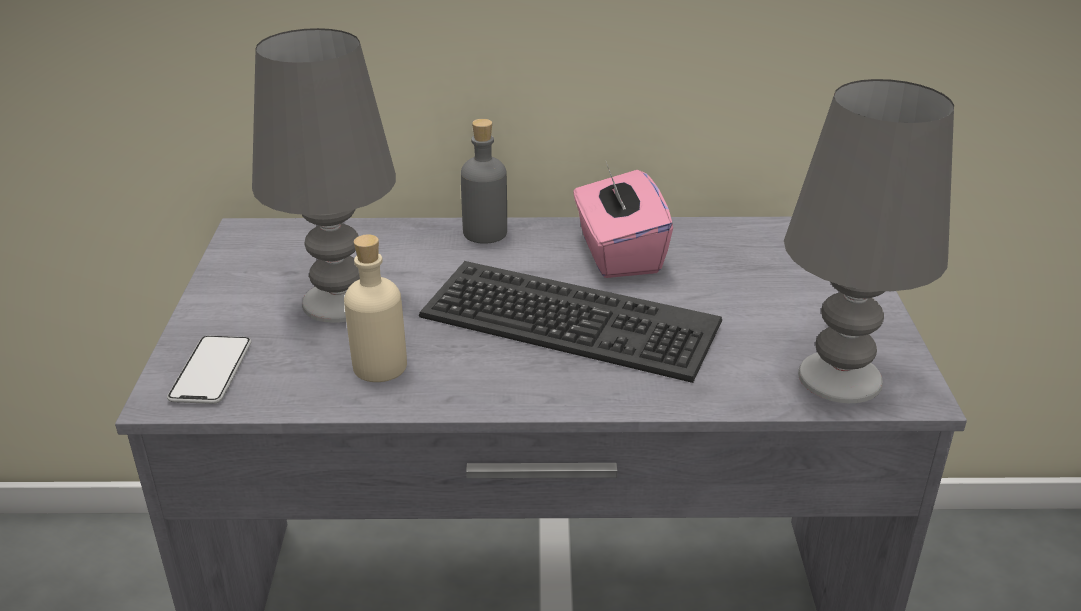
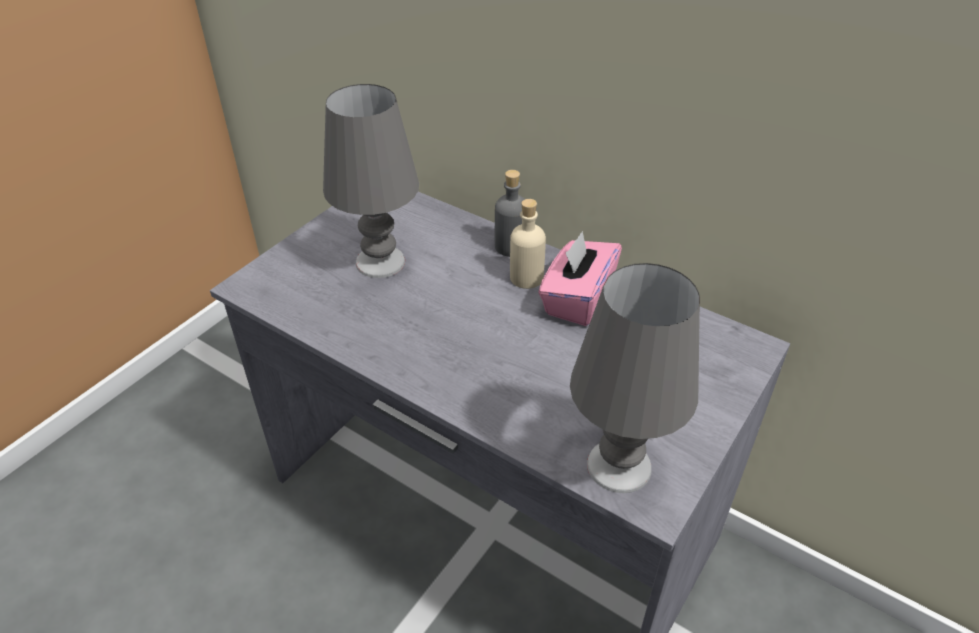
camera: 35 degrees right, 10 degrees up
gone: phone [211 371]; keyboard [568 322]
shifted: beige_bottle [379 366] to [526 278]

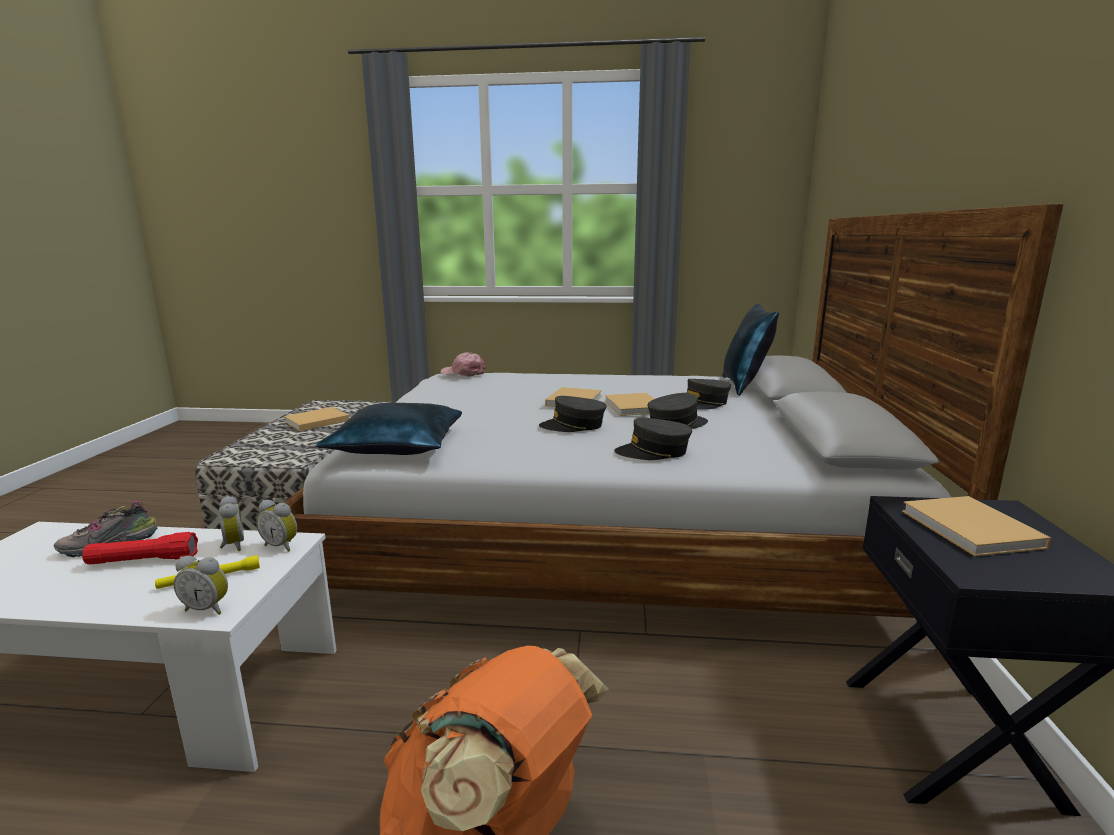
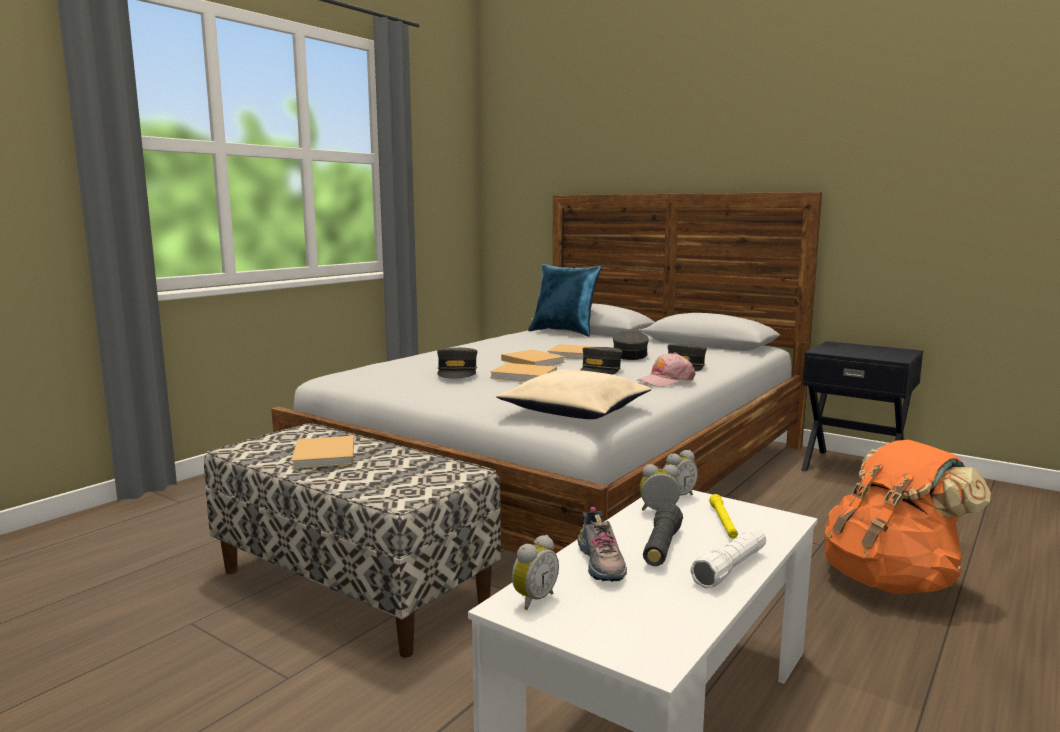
camera: 60 degrees left, 5 degrees down
new: white_flashlight [730 568]
shifted: alarm_clock [208 608] to [533 599]; pink_cap [463 373] to [665 381]; grey_cap [703 404] to [457 372]; beige_book [973 530] to [525 375]
repainted: red_flashlight [143 561] to black_flashlight [661 547]; blue_pillow [396 445] to beige_pillow [577 411]

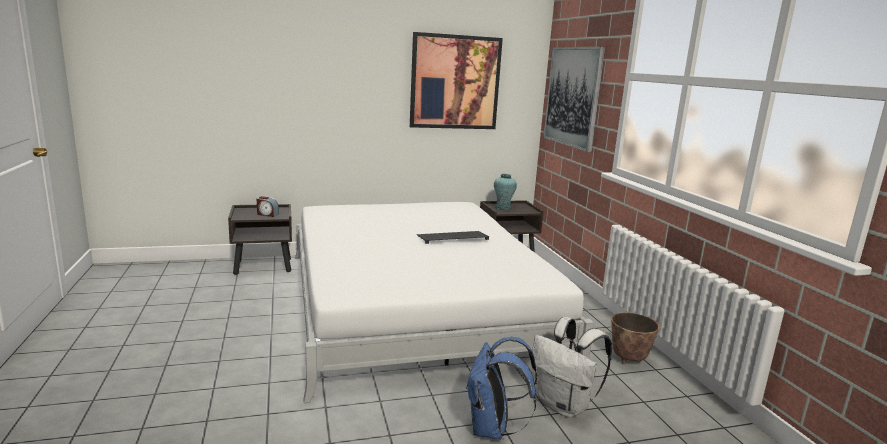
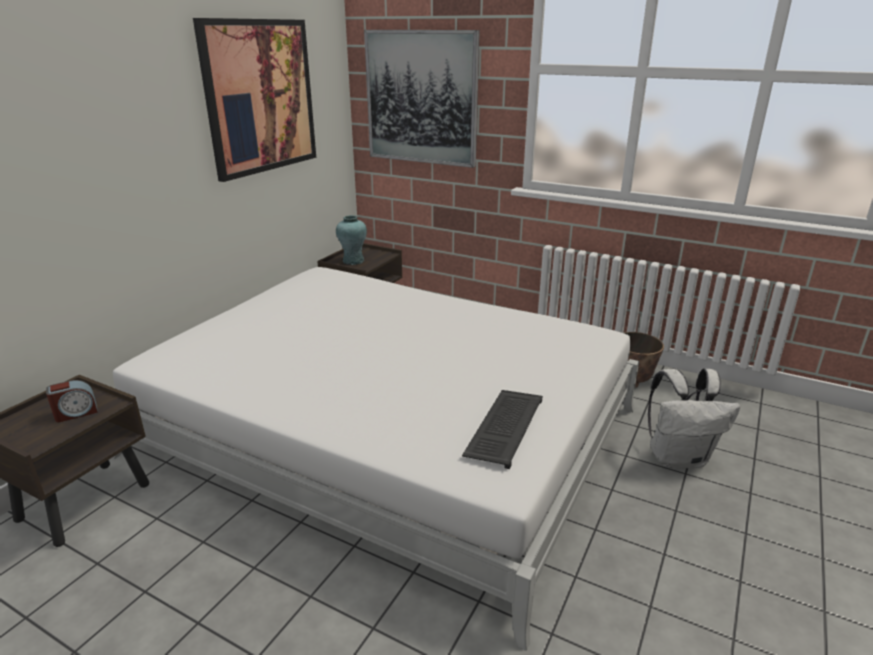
camera: 45 degrees left, 10 degrees up
gone: blue_backpack [492 429]
shifted: keyboard [453 238] to [504 427]

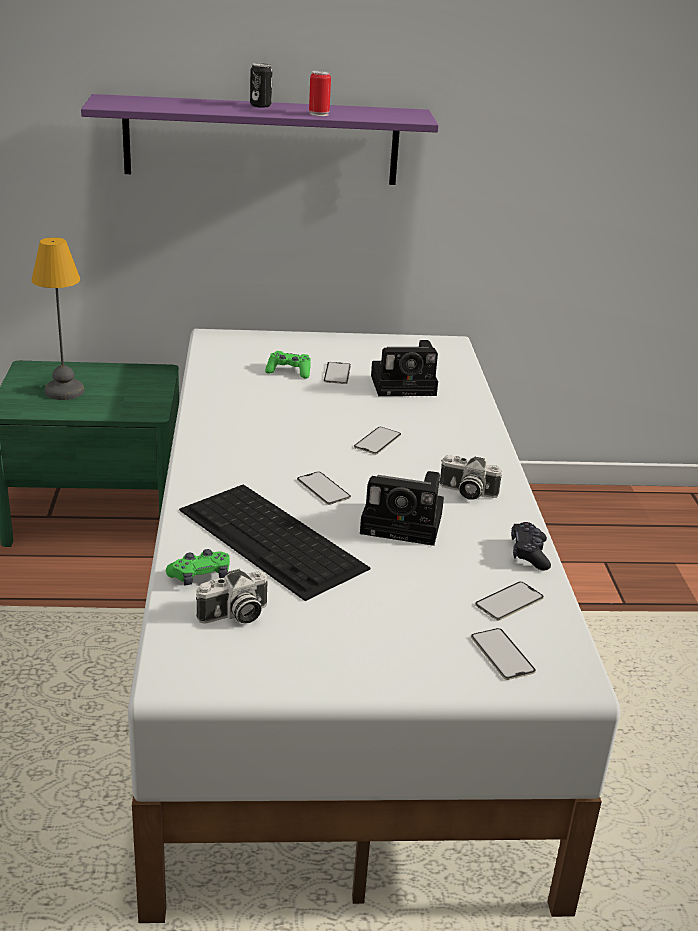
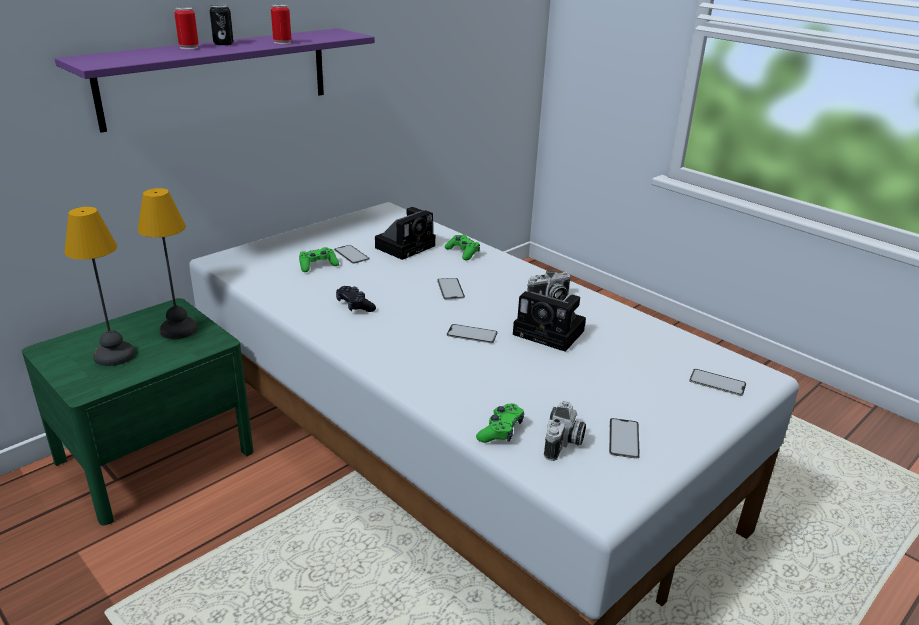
camera: 40 degrees left, 0 degrees up
gone: keyboard [273 539]
new: table_lamp [180 329]; can [189 47]; green_game_controller [463 252]
shifted: phone [509 601] to [624 438]; black_game_controller [529 554] to [355 305]
rotated: photo_camera [405 523] = [551 333] 60 degrees clockwise

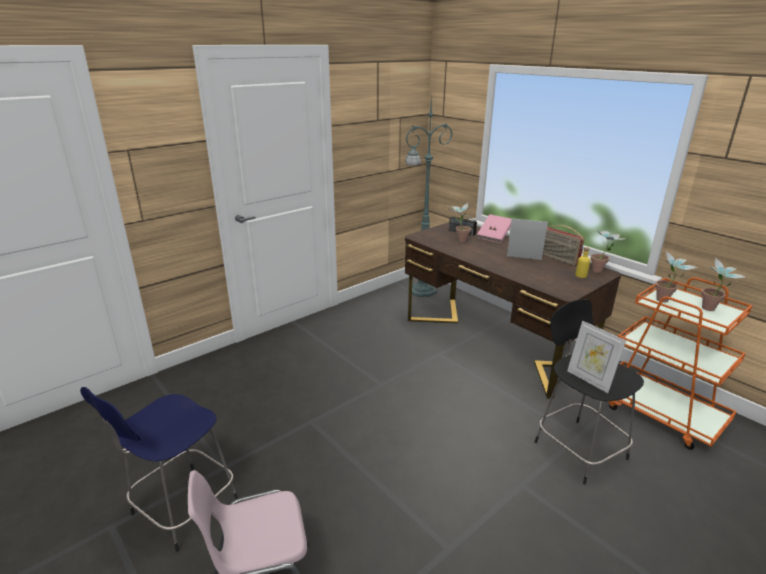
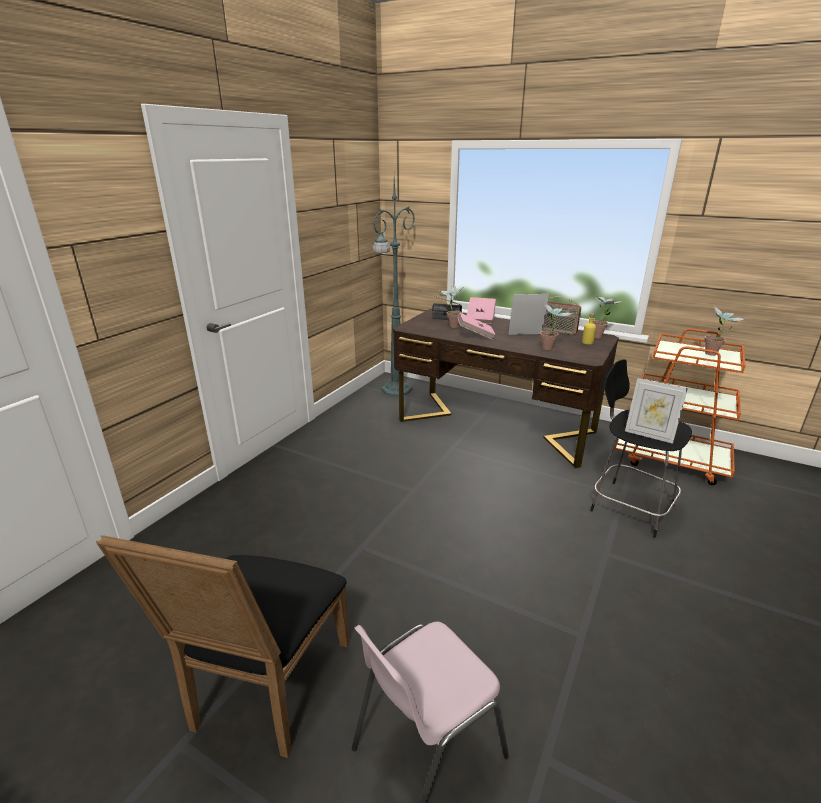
camera: 20 degrees left, 0 degrees up
new: pink_book [475 335]
shifted: potted_plant [665 302] to [550 349]
swapped: blue_stool [182 509] to black_chair [265 690]

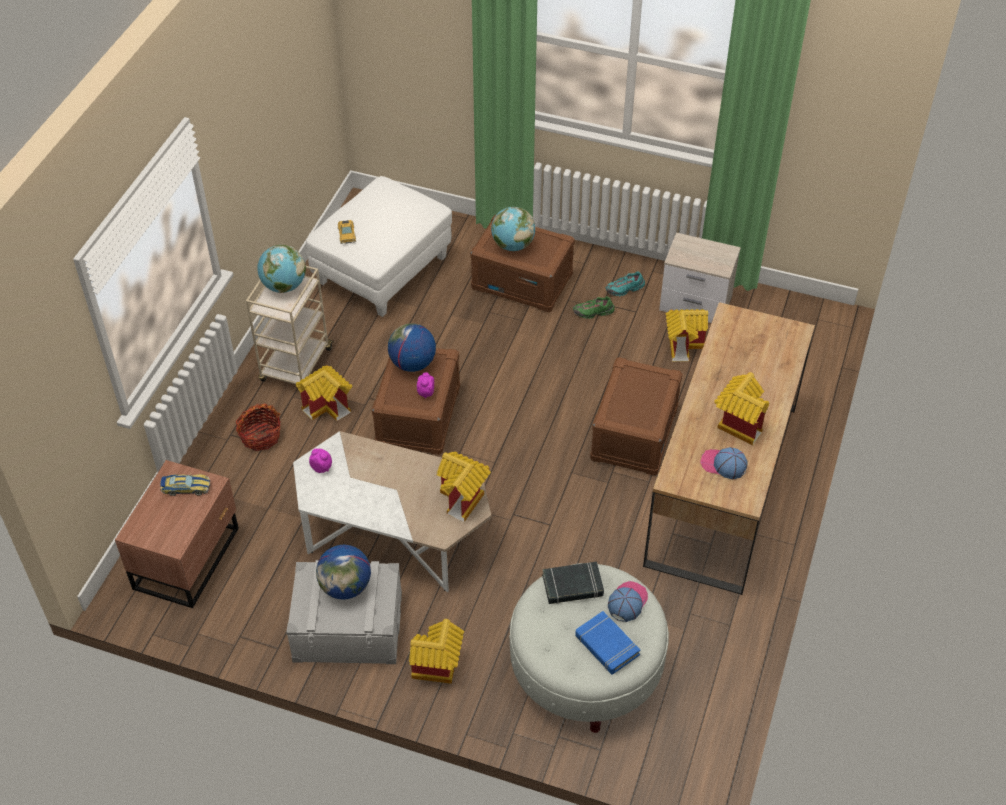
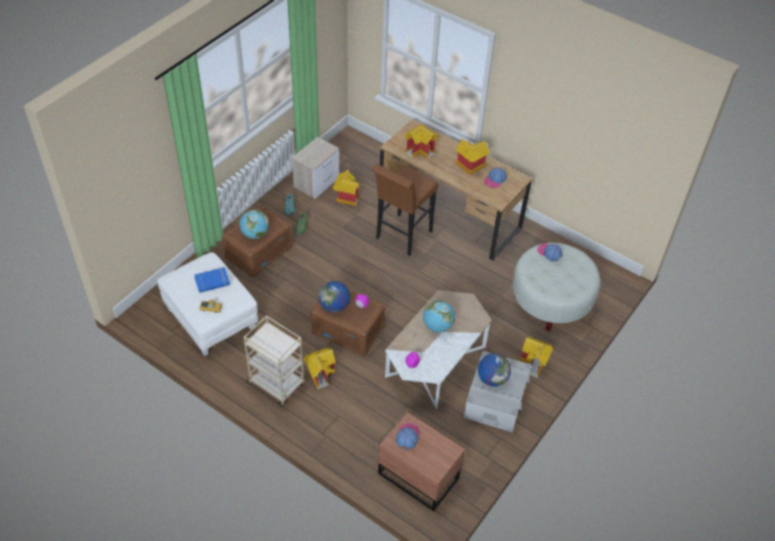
camera: 75 degrees left, 0 degrees up
gone: basket [260 436]; black_book [572 586]
shifted: globe [284 286] to [437 326]; toy_house [464 500] to [421 150]; blue_book [606 645] to [212 282]
swapped: toy_car [186 487] to cap [407 436]; brown_storage_box [633 433] to brown_stool [401 237]

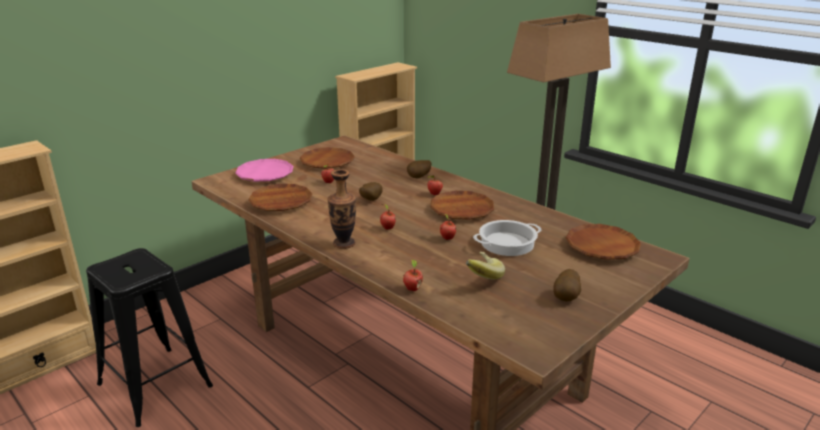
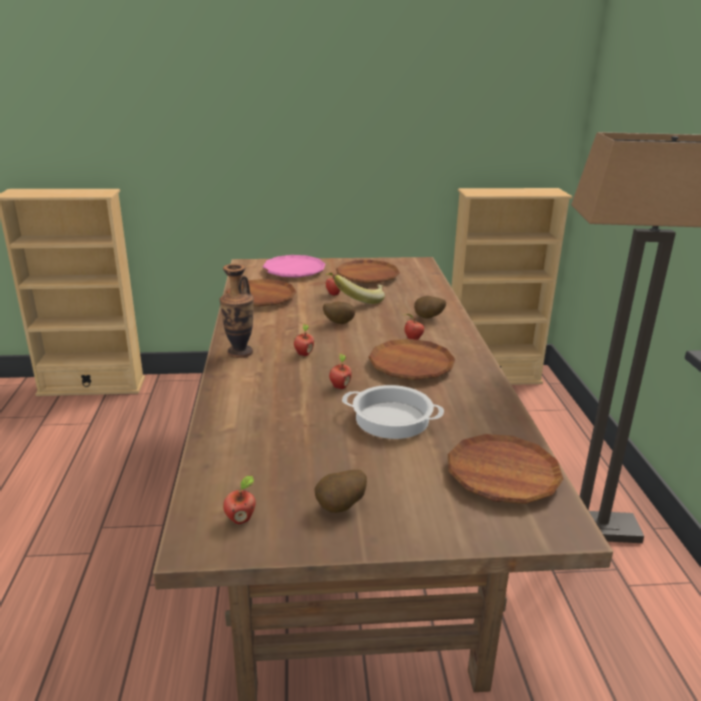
camera: 40 degrees right, 0 degrees up
gone: black_stool [155 385]
shifted: apple [412 288] to [241 519]; banana [480 276] to [360 300]

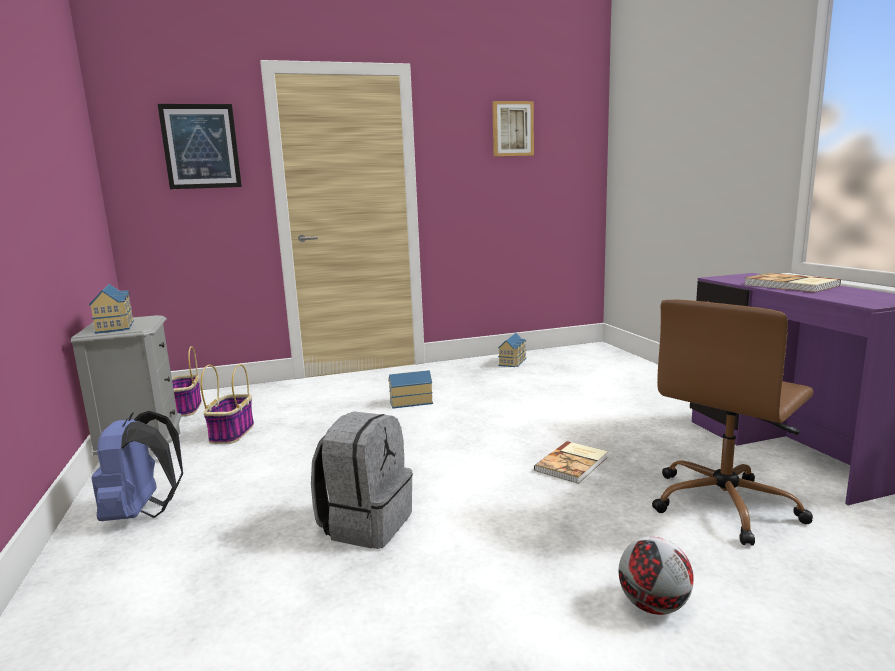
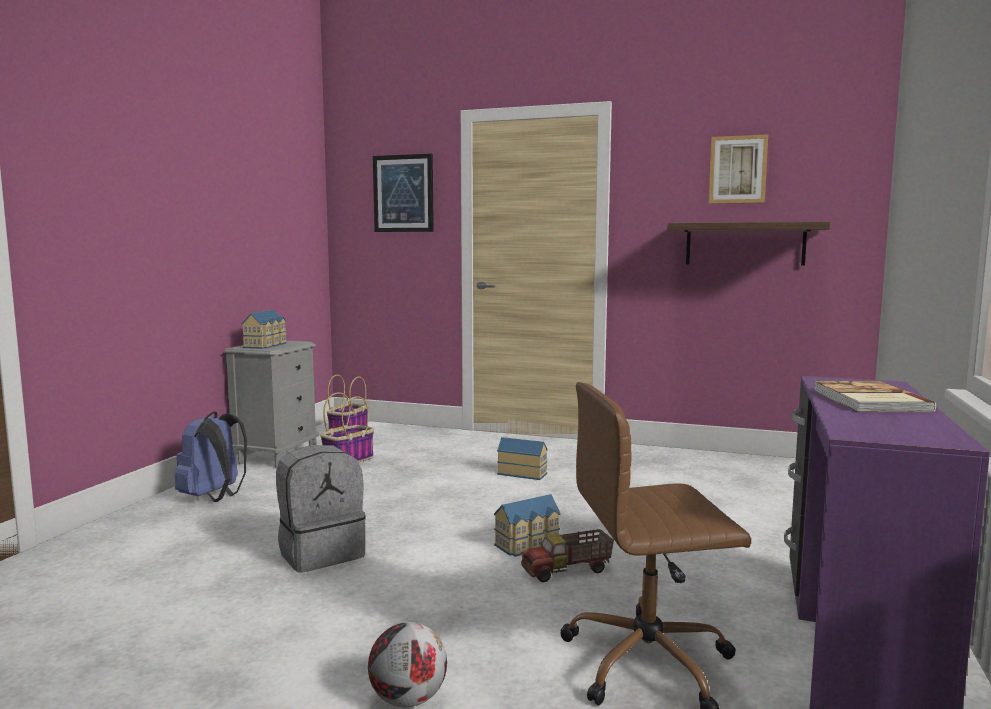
camera: 35 degrees right, 5 degrees down
new: shelf [745 244]
shifted: toy_house [513 361] to [529 545]
swapped: book [573 464] to toy_truck [567 571]

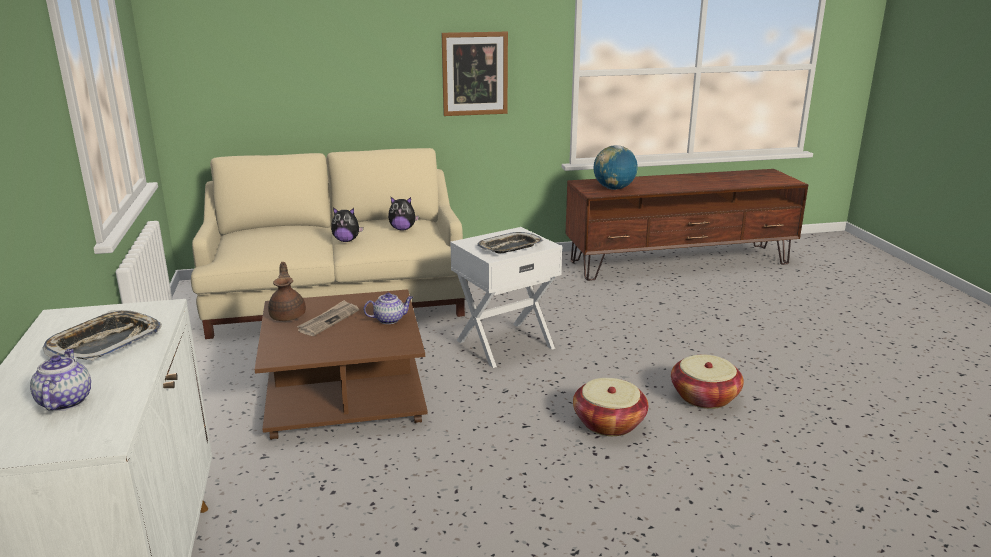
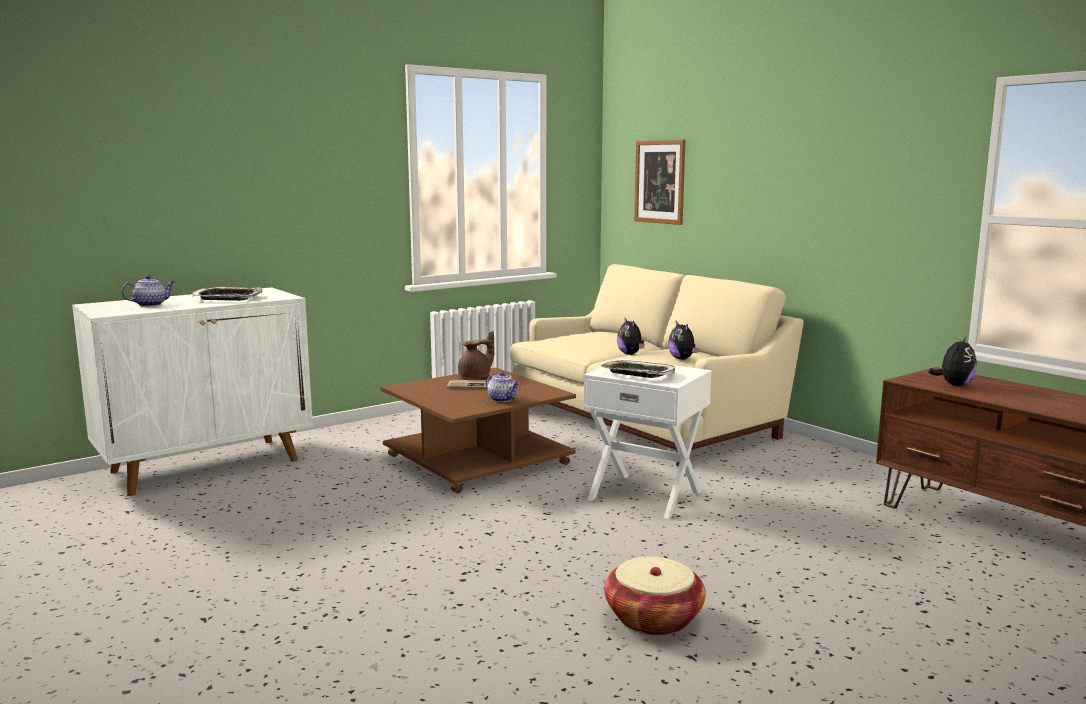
camera: 65 degrees right, 10 degrees down
gone: basket [609 423]
shifted: picture [475 74] to [659 181]
swapped: globe [614 188] to plush_toy [954 385]

